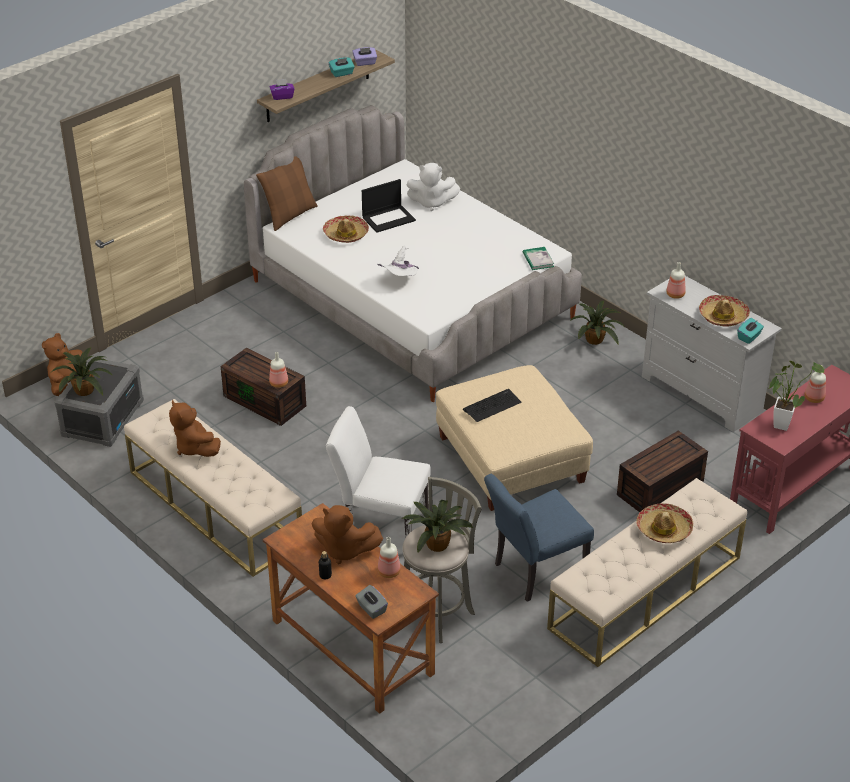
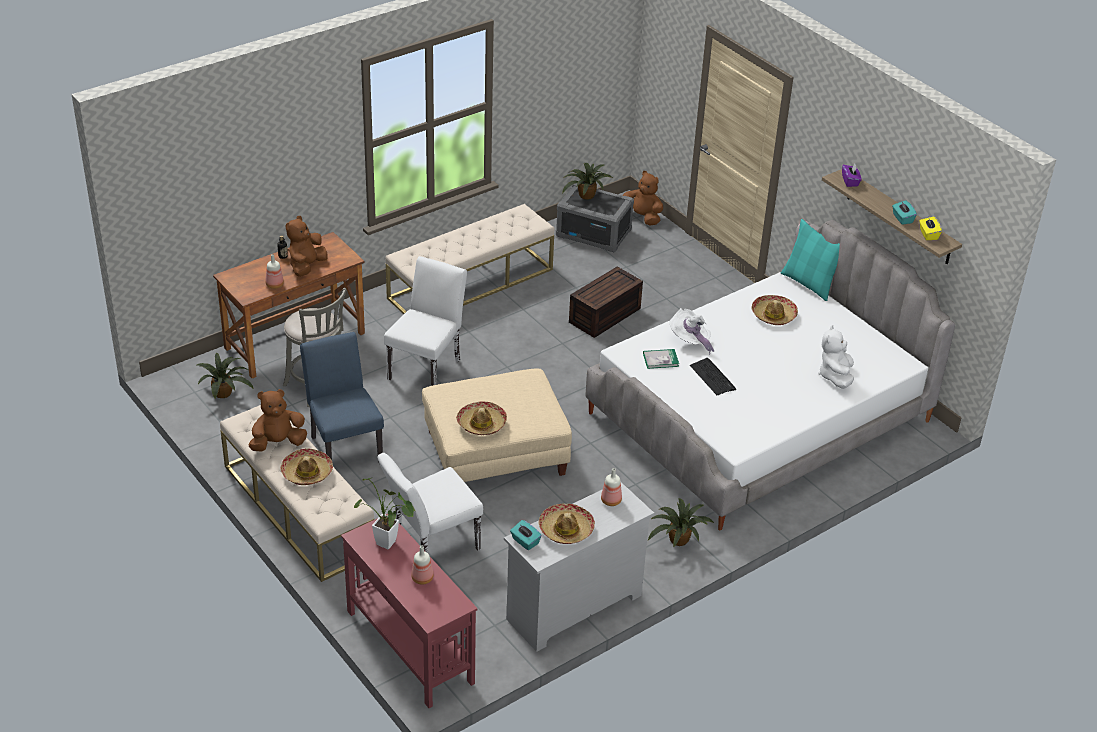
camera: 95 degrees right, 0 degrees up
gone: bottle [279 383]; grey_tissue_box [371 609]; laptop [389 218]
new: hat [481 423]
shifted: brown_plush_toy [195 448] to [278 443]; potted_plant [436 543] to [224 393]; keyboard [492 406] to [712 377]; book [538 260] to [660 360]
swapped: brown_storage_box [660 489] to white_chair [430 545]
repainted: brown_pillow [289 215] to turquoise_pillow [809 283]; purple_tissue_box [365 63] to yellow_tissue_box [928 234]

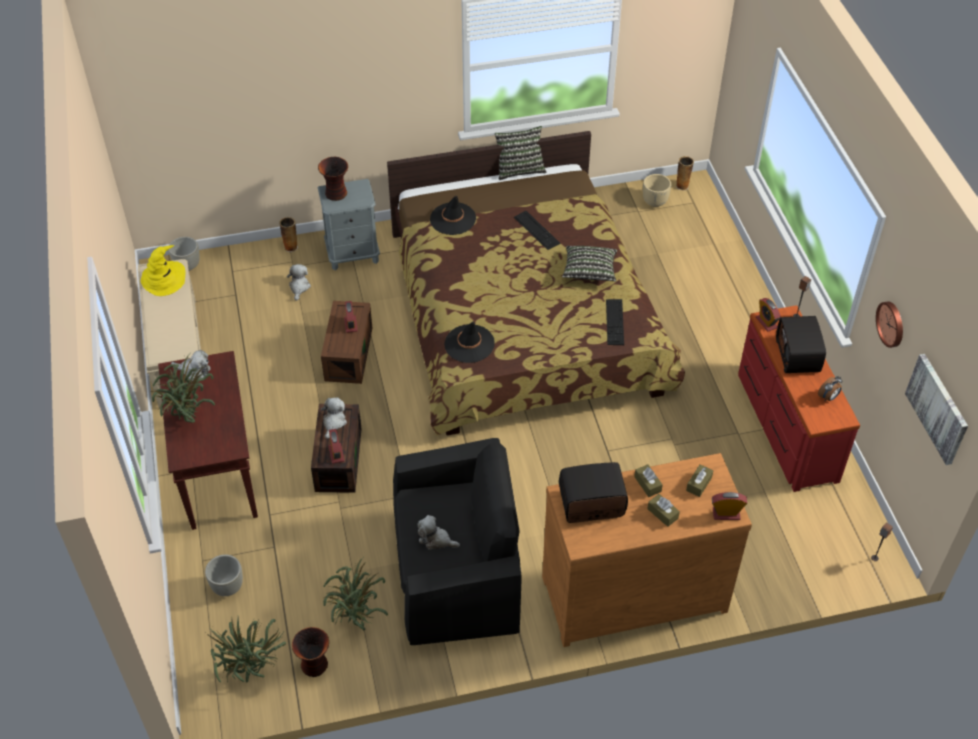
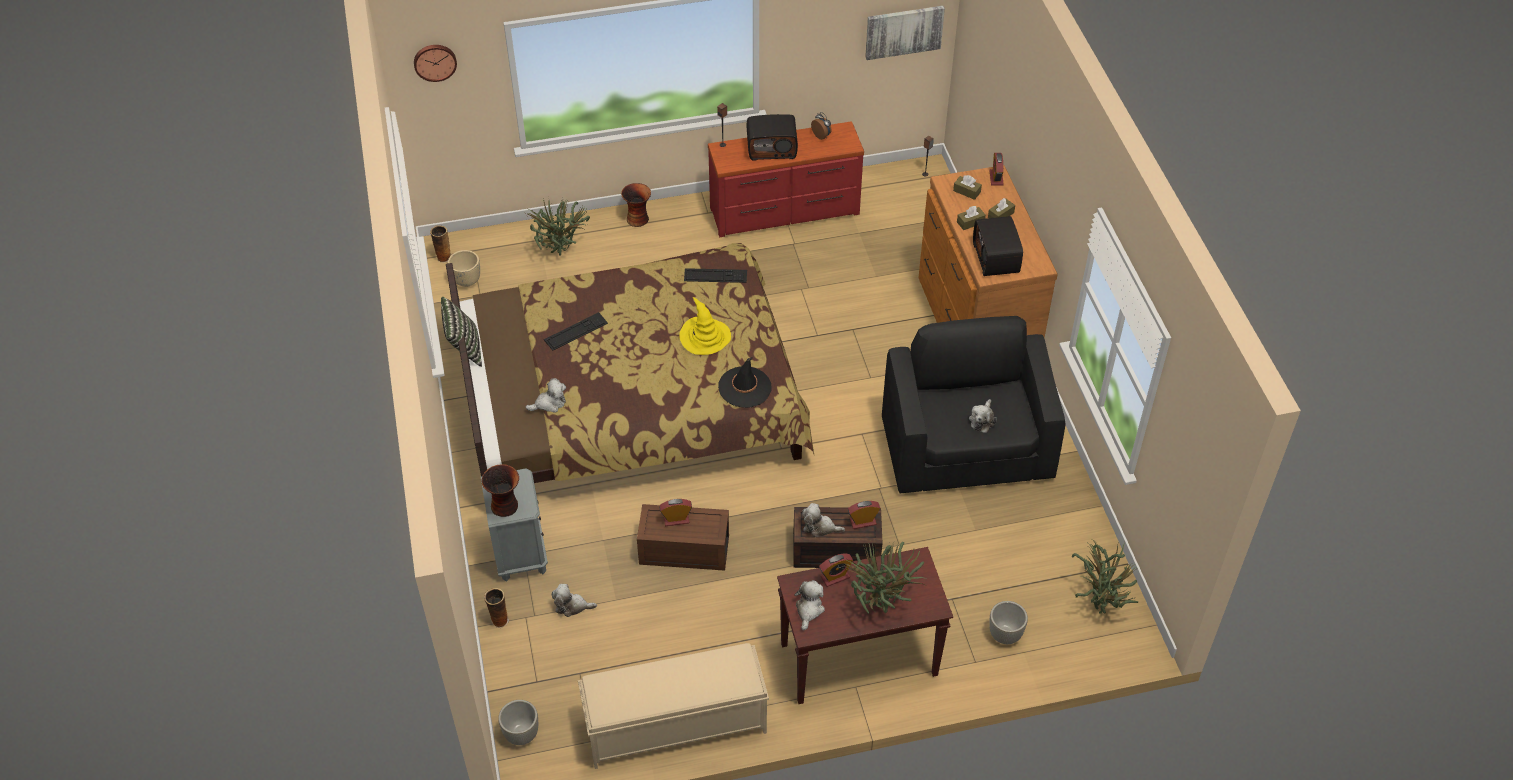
camera: 90 degrees left, 0 degrees up
gone: pillow [589 271]
shifted: yellow_hat [164 279] to [705 337]; vase [315 665] to [638 219]; potted_plant [356 621] to [561 253]; alarm_clock [766 322] to [835 577]; wall_clock [891 324] to [435 61]
swapped: black_hat [453 219] to plush_toy [549 403]

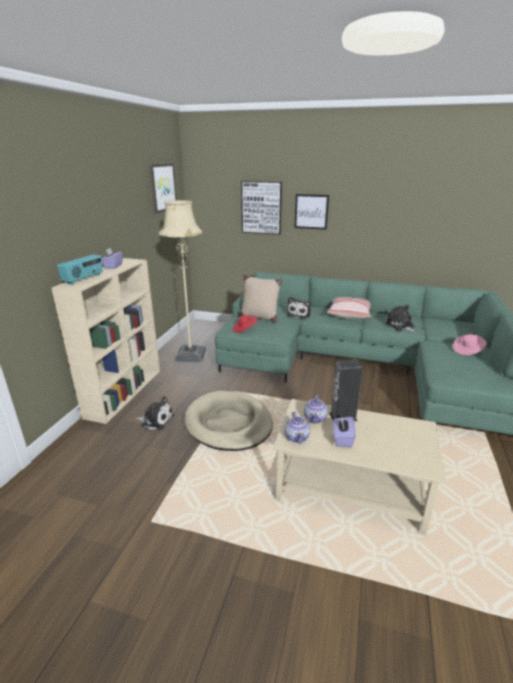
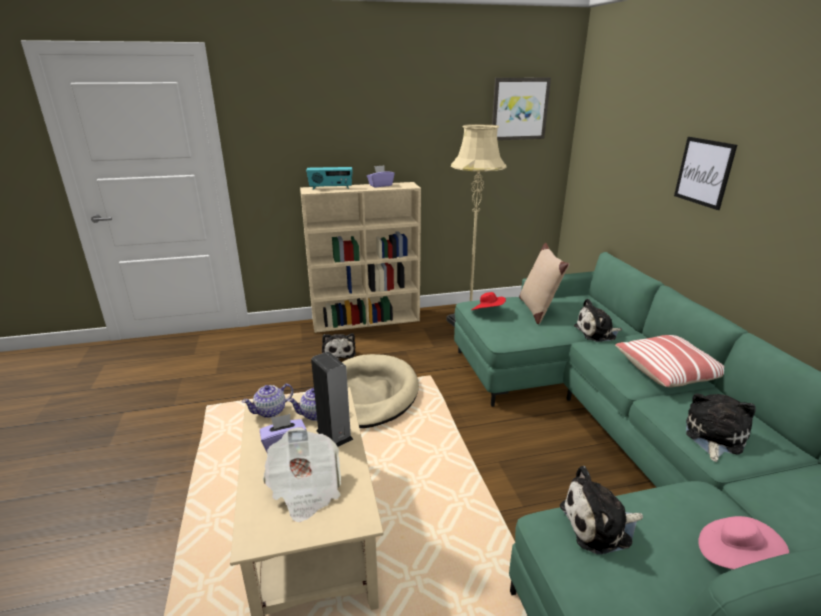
camera: 60 degrees right, 0 degrees up
gone: picture [261 207]
new: newspaper [305 489]; plush_toy [599 525]

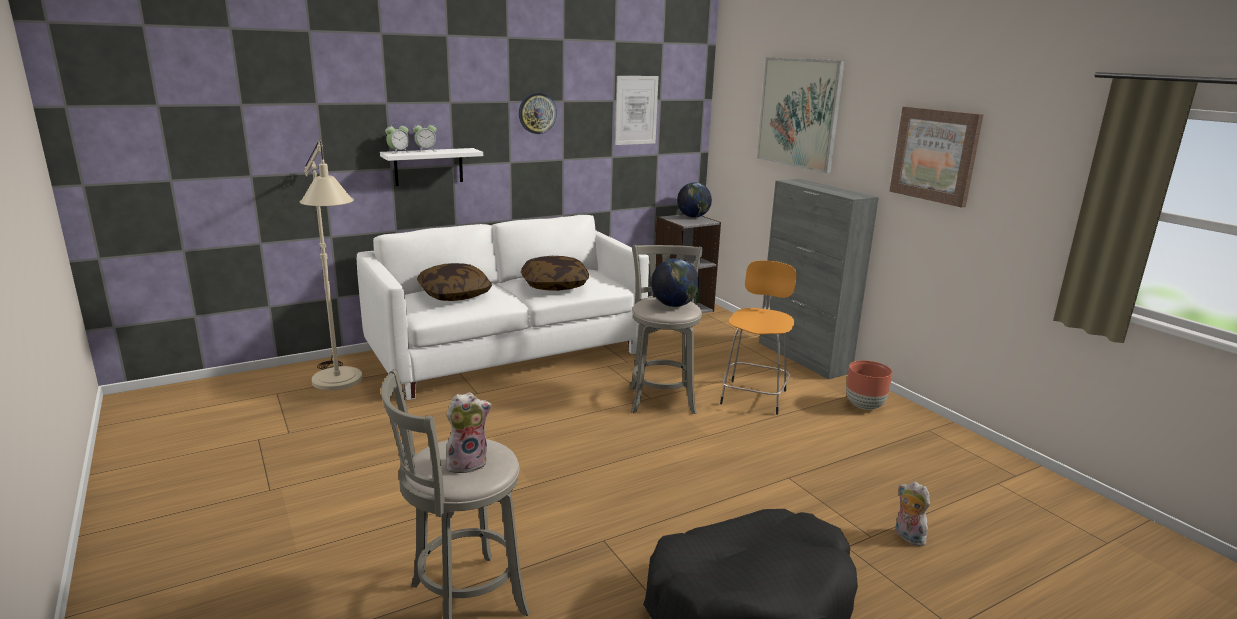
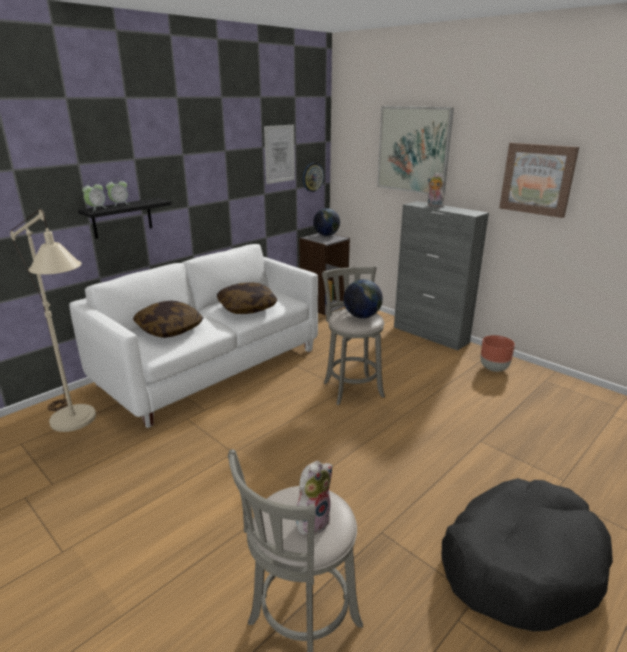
camera: 15 degrees left, 5 degrees up
gone: orange_stool [754 396]
shifted: wall_clock [537 113] to [312 177]; plush_toy [907 537] to [434 206]
repainted: white_shelf [428 166] to black_shelf [122 218]

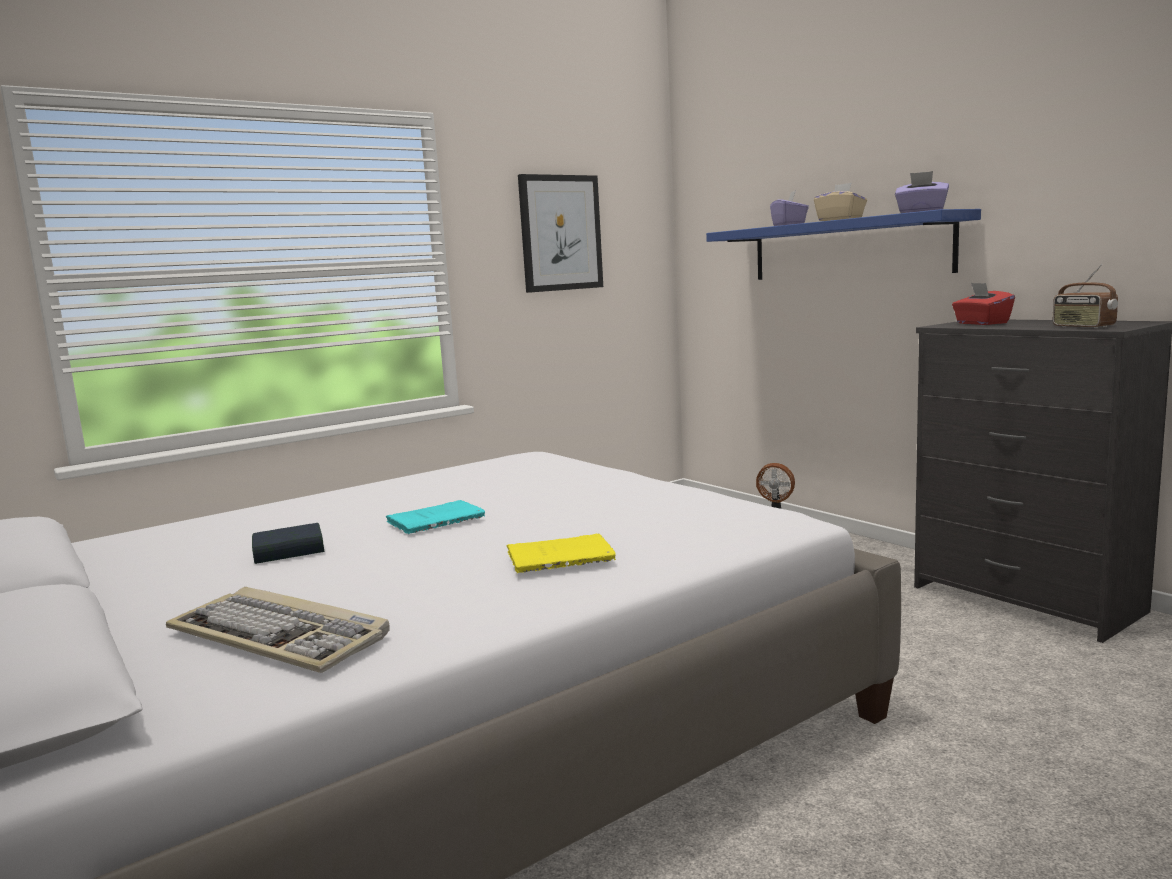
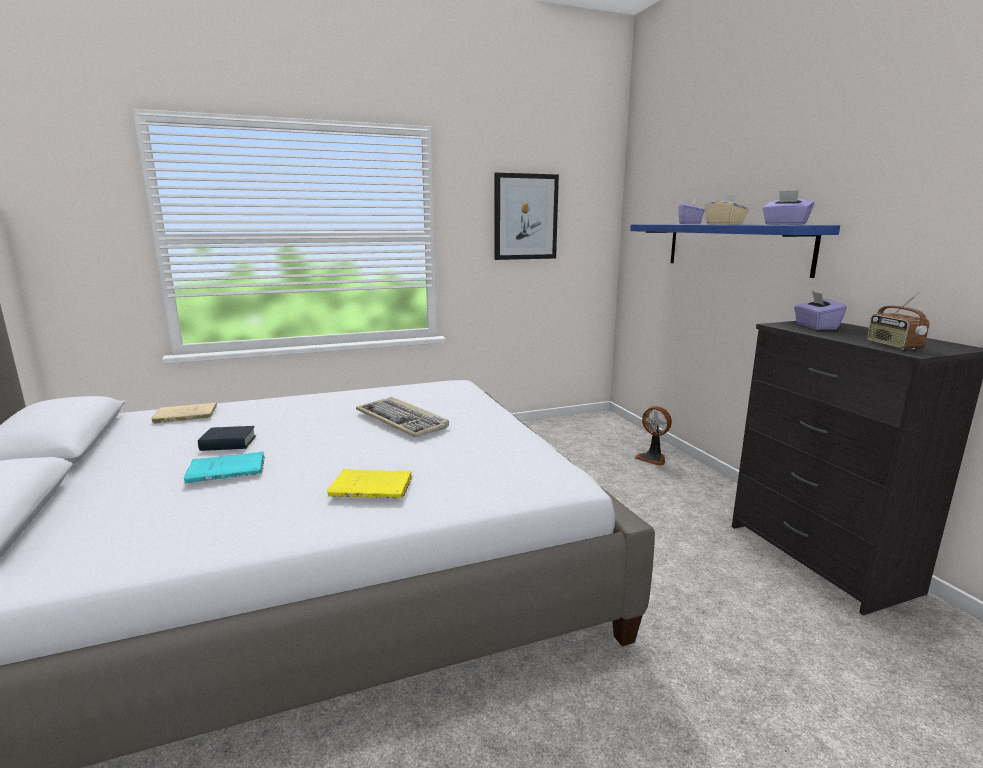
camera: 15 degrees right, 5 degrees up
new: beige_book [183 415]
shifted: keyboard [281 636] to [402 420]; turquoise_book [439 520] to [229 470]
repainted: red_tissue_box [981 323] to purple_tissue_box [815 326]

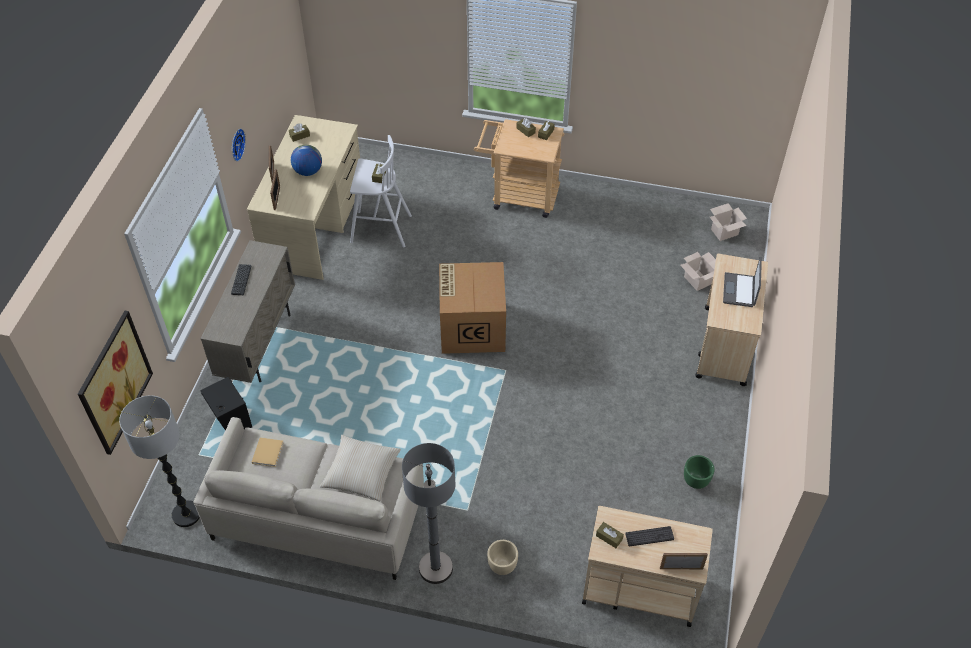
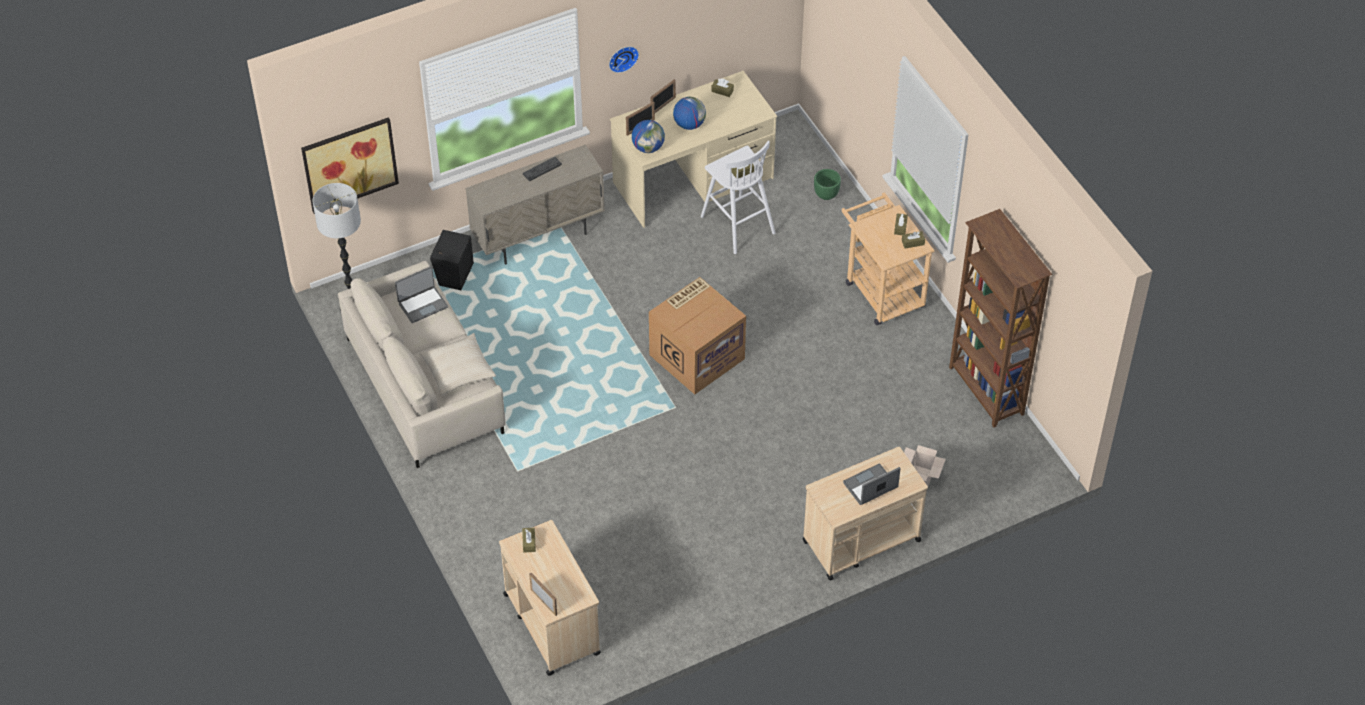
camera: 50 degrees right, 0 degrees up
gone: grey_floor_lamp [435 568]; beige_planter [502 566]; keyboard [649 536]; cardboard_box [724 231]
new: globe [648 147]; brown_bookcase [985 392]
shifted: green_planter [696 481] to [826 195]
swapped: beige_book [268 452] to laptop [422 304]

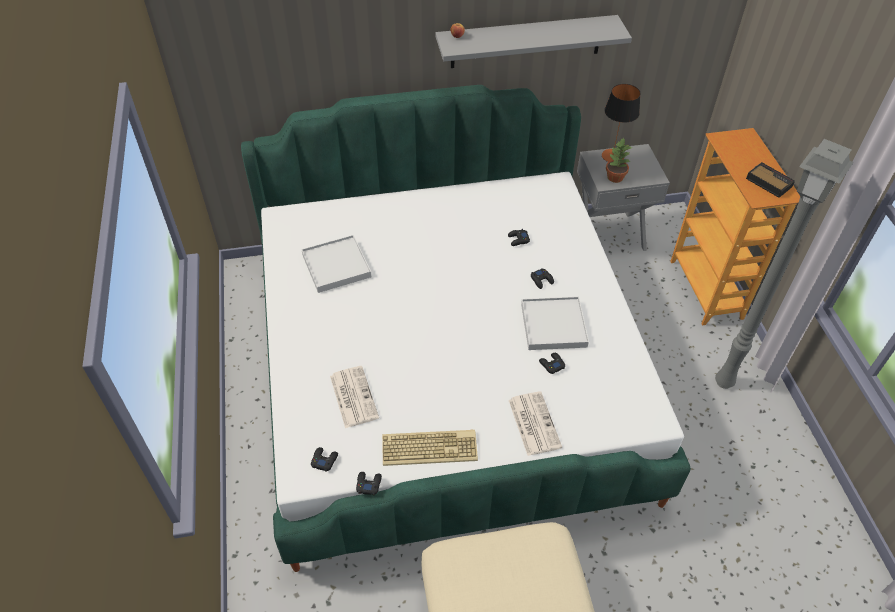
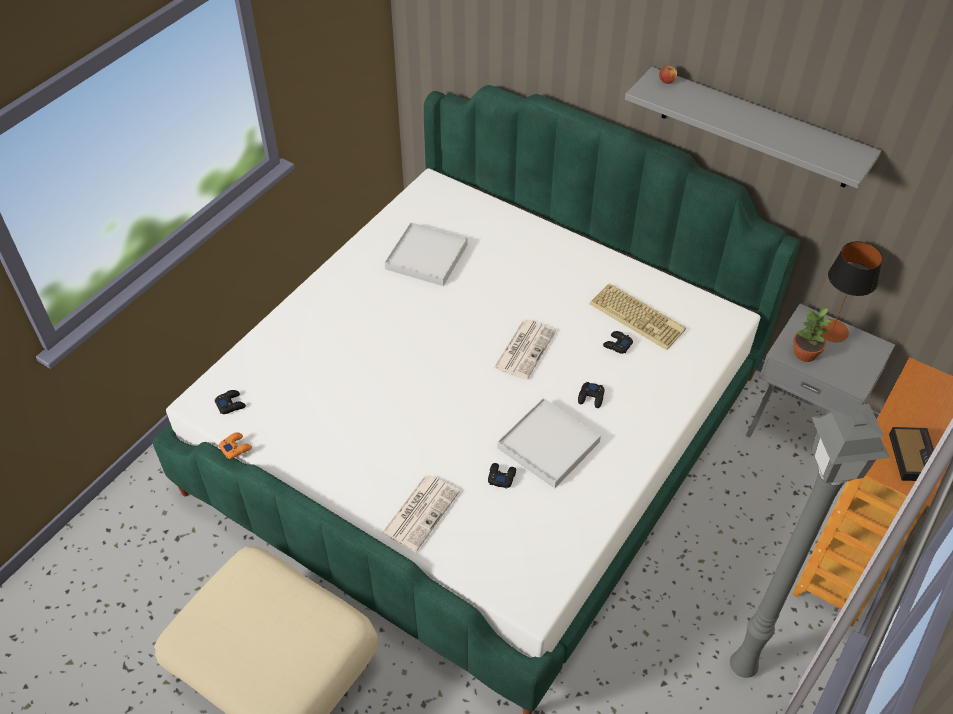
camera: 45 degrees right, 0 degrees up
shifted: newspaper [353 396] to [524 348]; keyboard [430 447] to [638 316]
repainted: black_game_controller [368 484] to orange_game_controller [235 447]

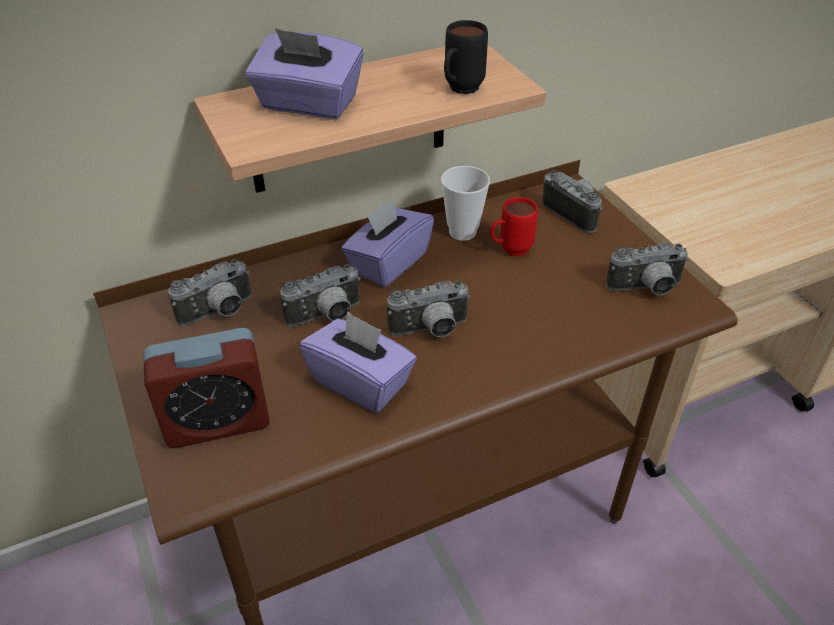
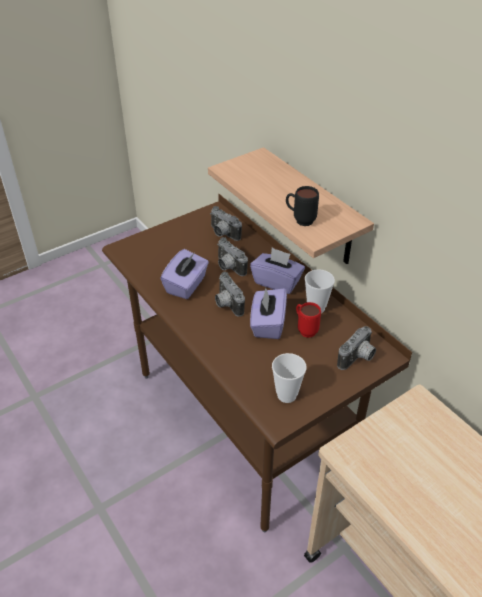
camera: 80 degrees right, 0 degrees up
gone: alarm_clock [217 422]
shifted: purple_tissue_box [308 104] to [267 324]
swapped: photo_camera [646 289] to cup [286 395]

